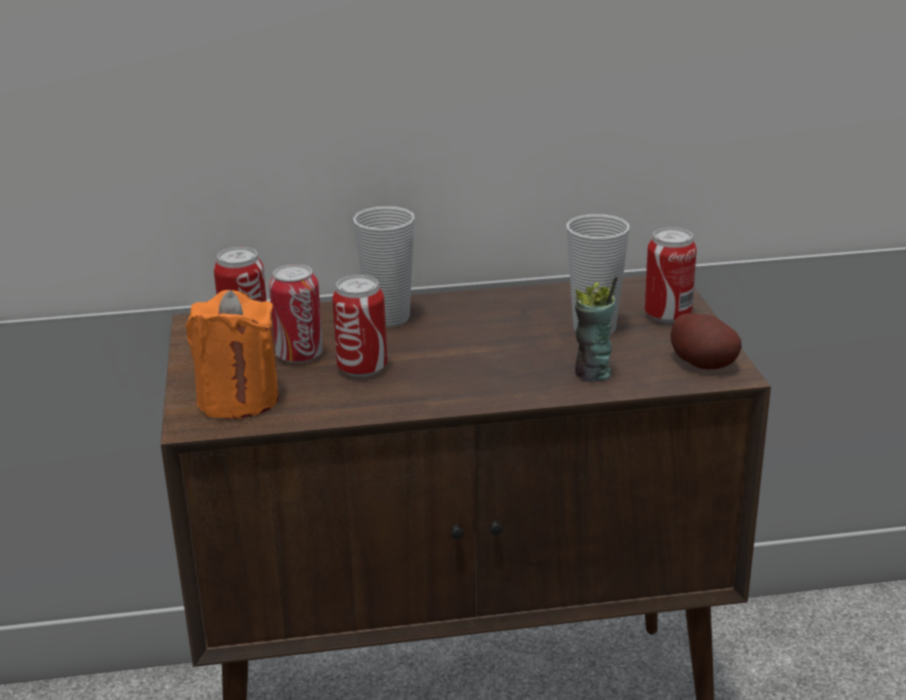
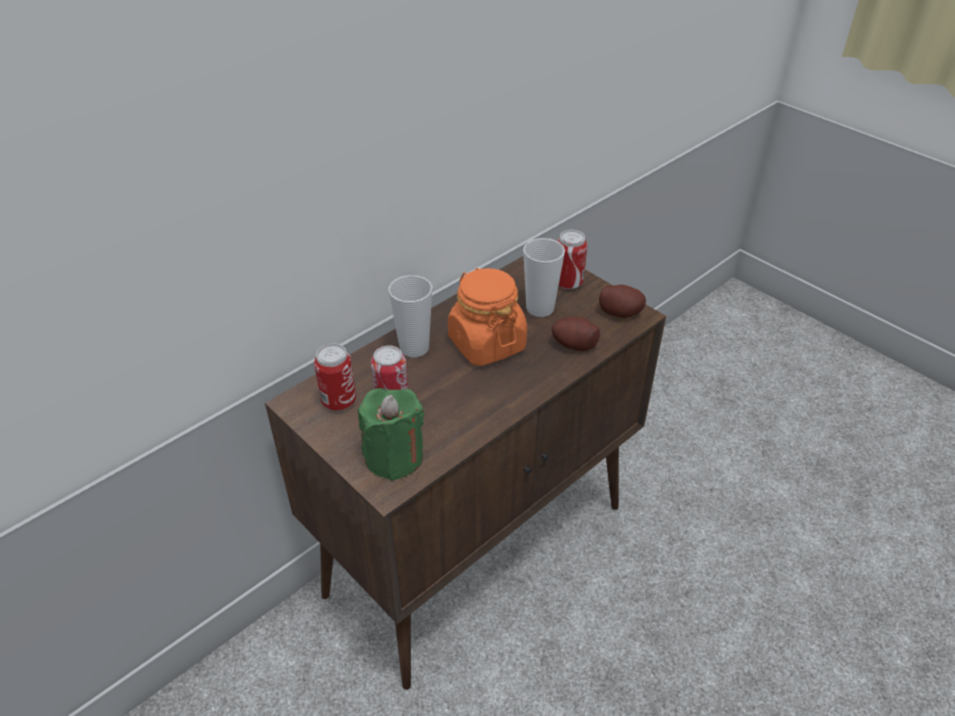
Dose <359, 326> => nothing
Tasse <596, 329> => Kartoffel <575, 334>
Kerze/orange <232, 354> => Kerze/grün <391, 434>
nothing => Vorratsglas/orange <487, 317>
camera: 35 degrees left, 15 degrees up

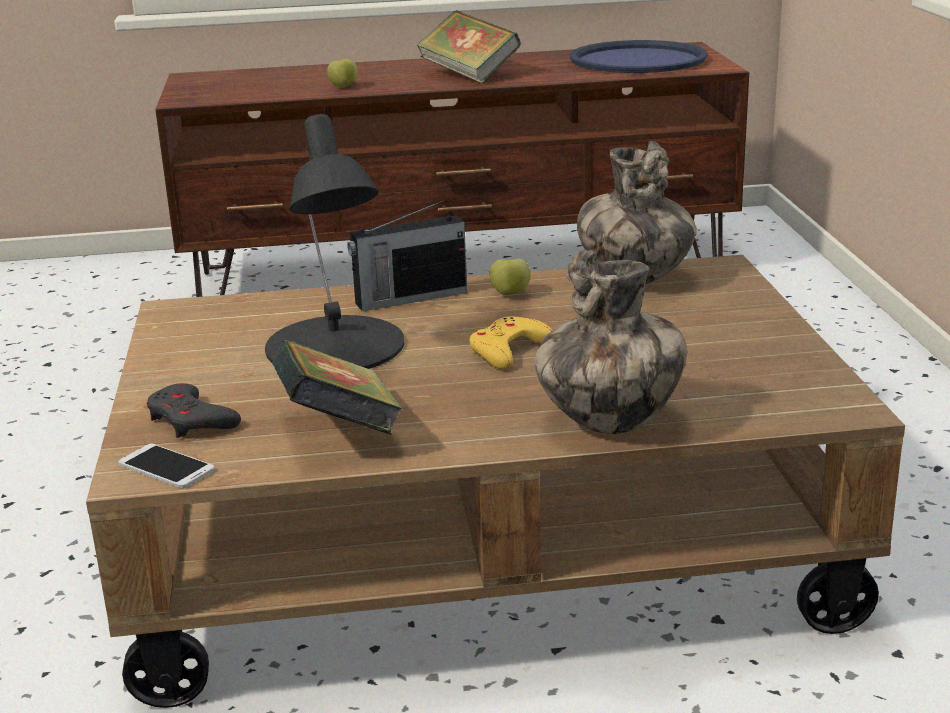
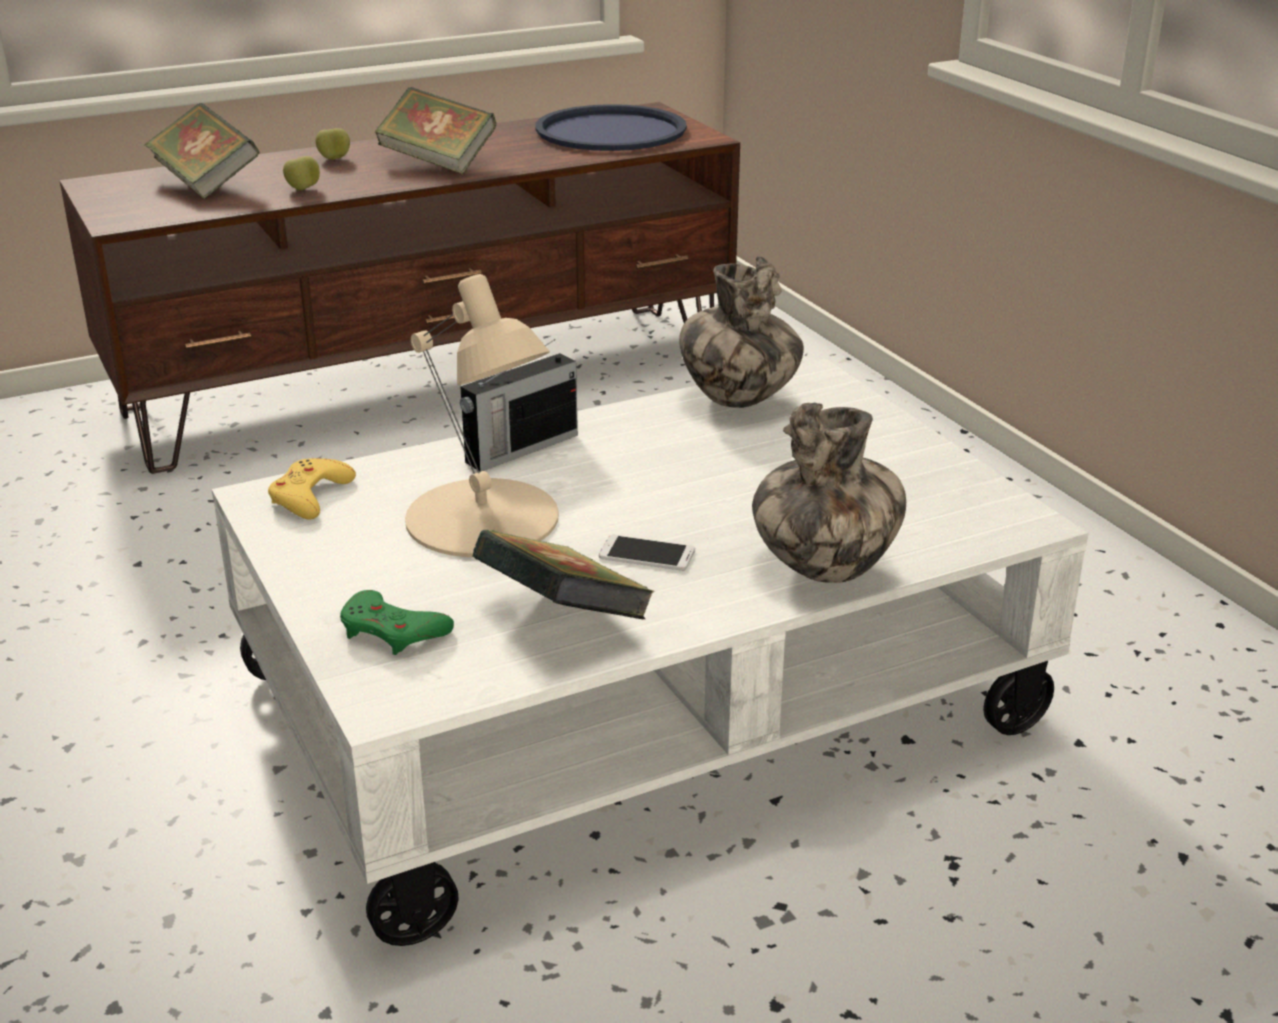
Tischlampe/schwarz <334, 241> => Tischlampe/beige <482, 415>
Couchtisch/braun <495, 481> => Couchtisch/weiß <650, 652>
Apfel <510, 277> => Apfel <333, 144>, move
Gamepad/gelb <511, 343> => Gamepad/gelb <312, 489>, move
Gamepad/grau <194, 410> => Gamepad/grün <397, 622>
Handy <166, 466> => Handy <647, 553>, move
nothing => Buch <202, 151>
camera: 20 degrees left, 5 degrees up

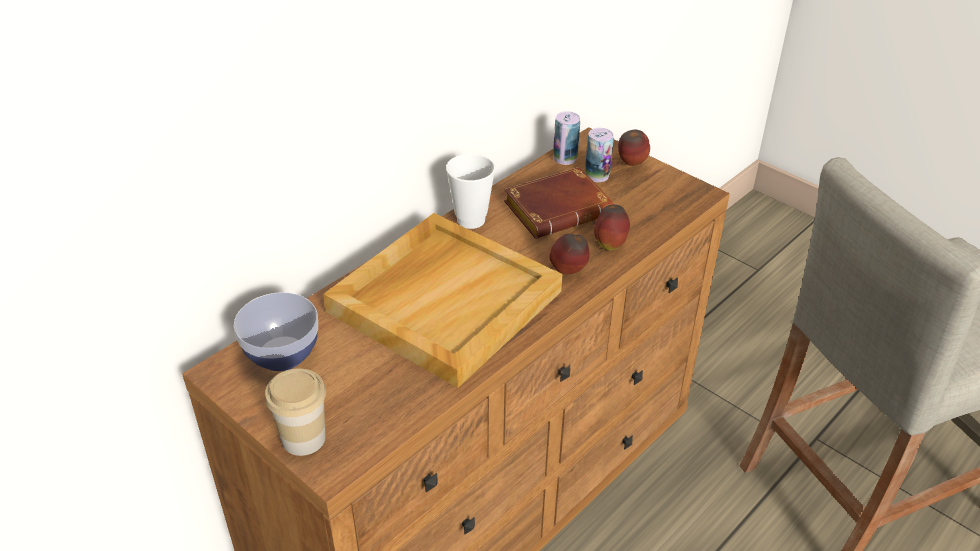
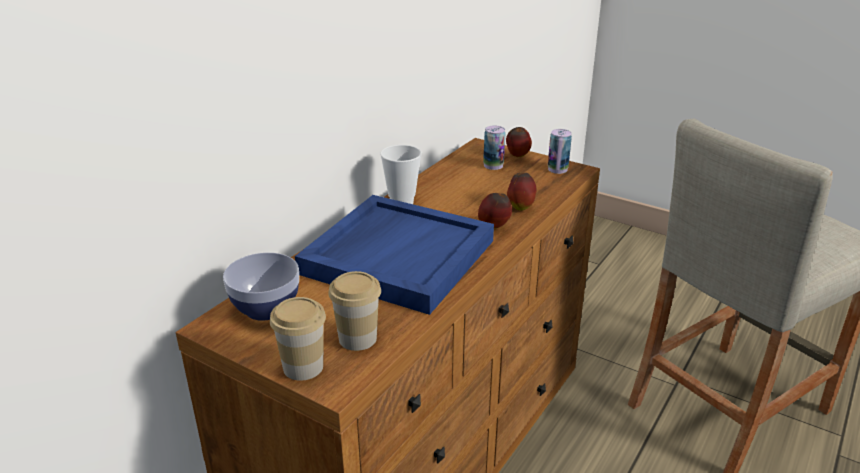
Dose <566, 138> => Dose <560, 151>, move
Buch/braun <559, 203> => nothing
Tablett/beige <443, 300> => Tablett/blau <394, 255>
nothing => Tasse <355, 311>
camera: 10 degrees left, 10 degrees down

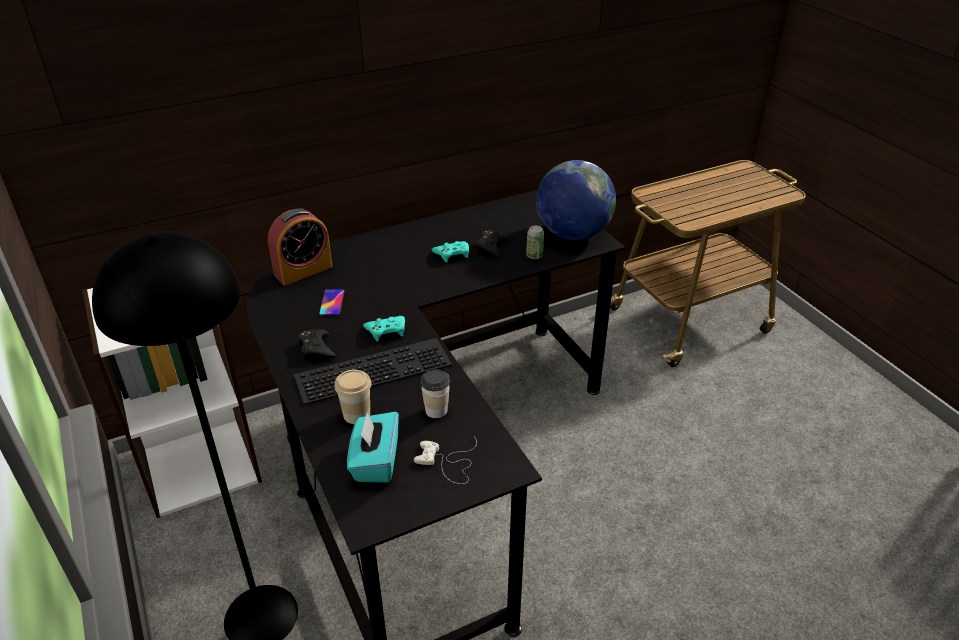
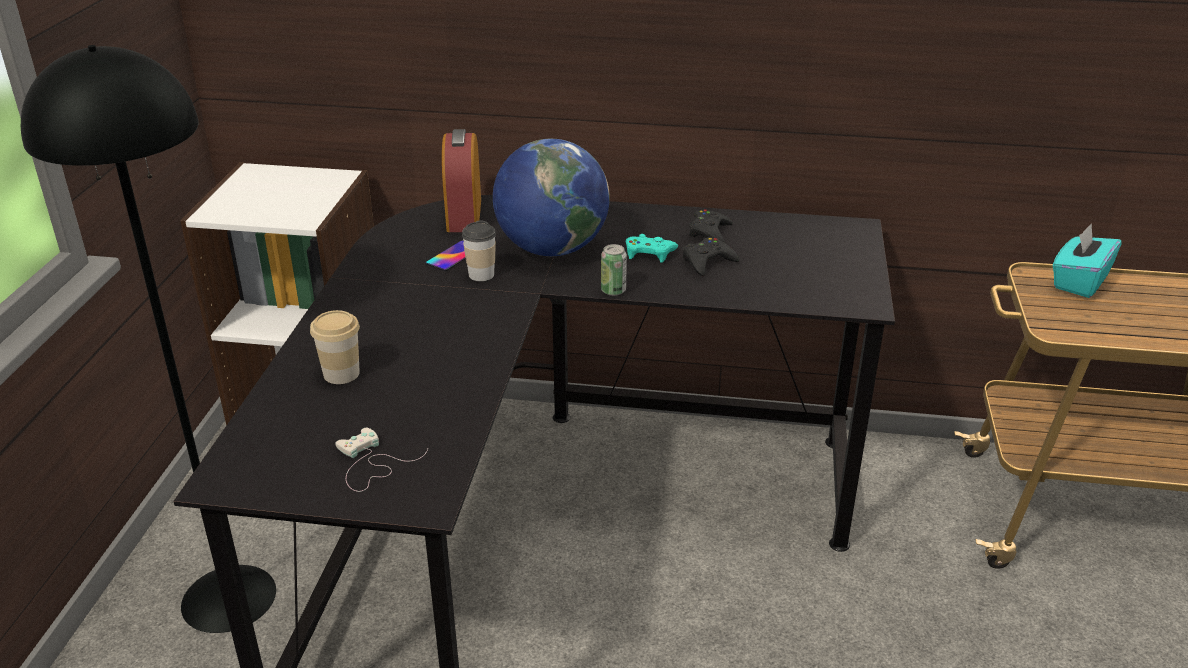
Globus <576, 200> => Globus <551, 197>, move
Wecker <300, 247> => Wecker <461, 180>, 90 degrees clockwise
Dose <535, 242> => Dose <614, 270>, move
Gamepad/türkis <384, 328> => nothing
Gamepad/schwarz <316, 344> => Gamepad/schwarz <711, 226>, move
Tastatur <372, 371> => nothing
Tasse <435, 393> => Tasse <479, 250>, move
Taschentuchbox/türkis <373, 447> => Taschentuchbox/türkis <1087, 260>, move
camera: 35 degrees right, 5 degrees down

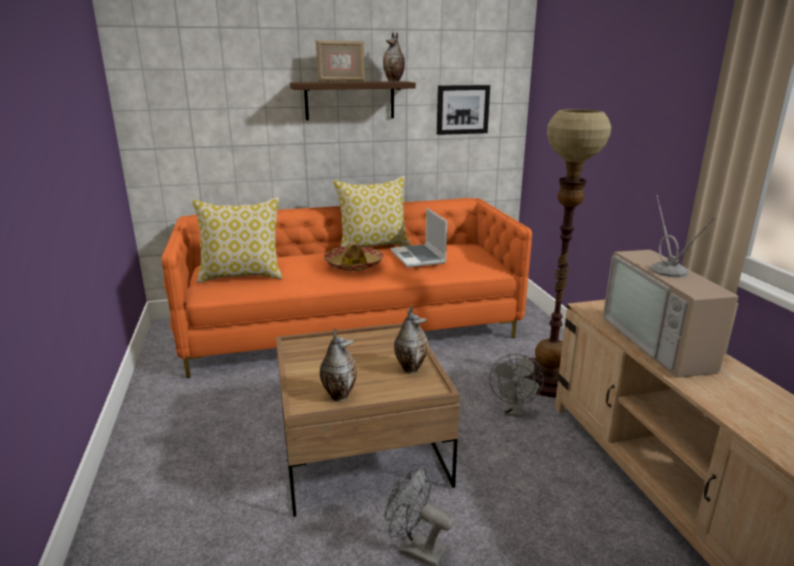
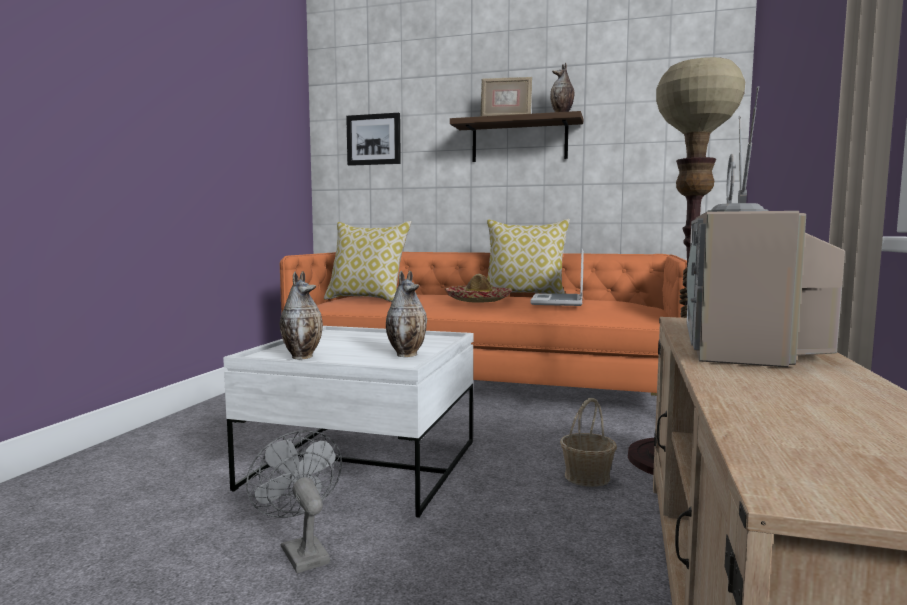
Bild <463, 110> => Bild <373, 139>, move
Couchtisch/braun <368, 420> => Couchtisch/weiß <348, 422>
Ventilator/grau <516, 385> => Korb <588, 442>
camera: 30 degrees right, 15 degrees down

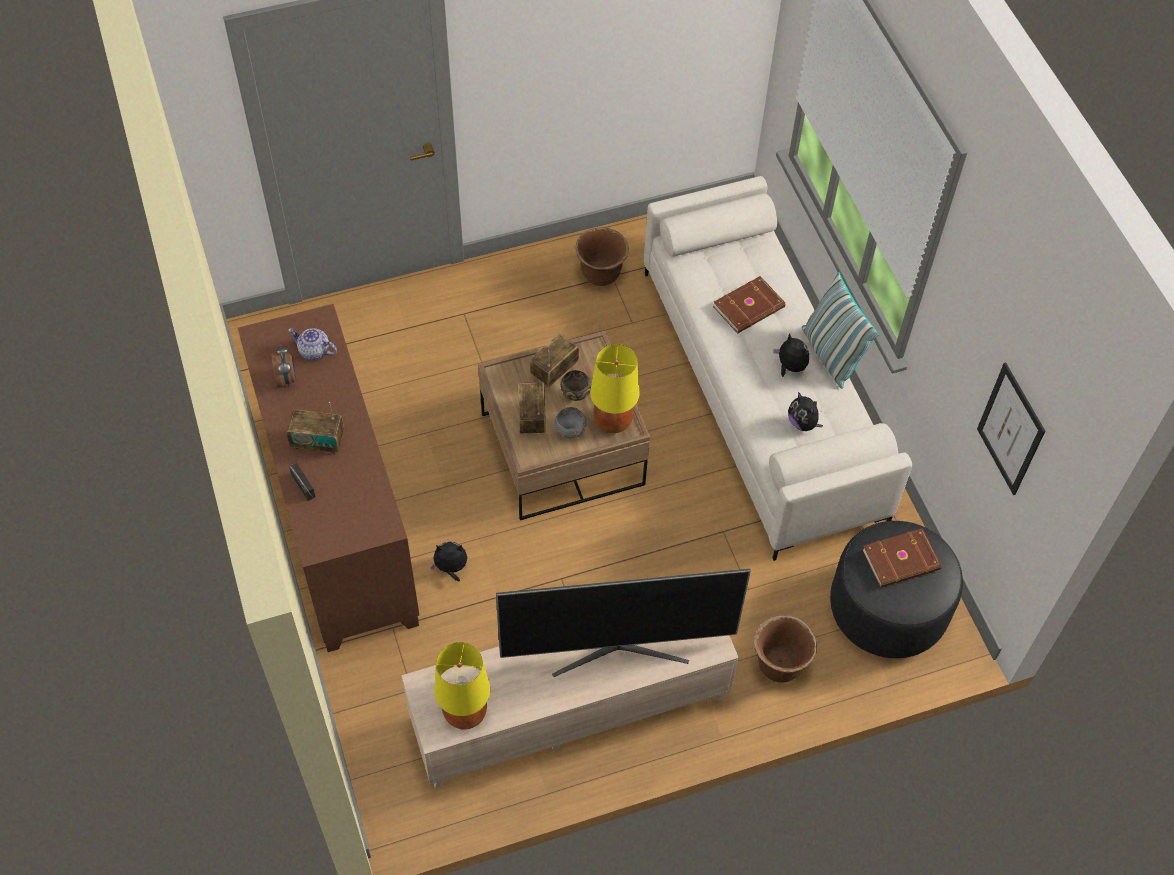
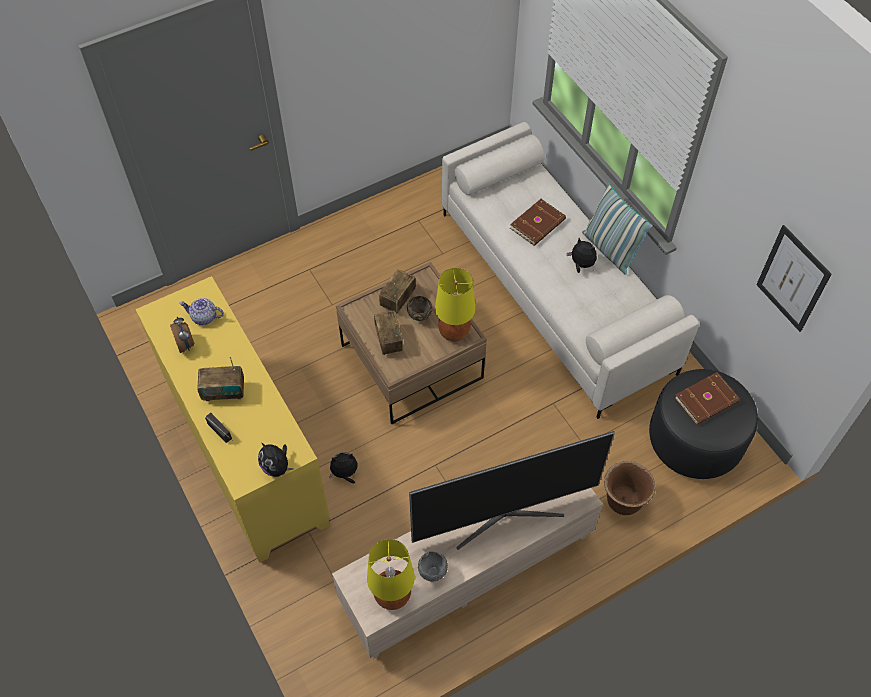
Pflanzkübel/braun <602, 256> => nothing
Schrank/braun <328, 478> => Schrank/gelb <232, 419>
Plüschtier <805, 411> => Plüschtier <275, 460>, move
Schüssel/grau <570, 422> => Schüssel/grau <433, 566>, move
camera: 10 degrees left, 0 degrees up

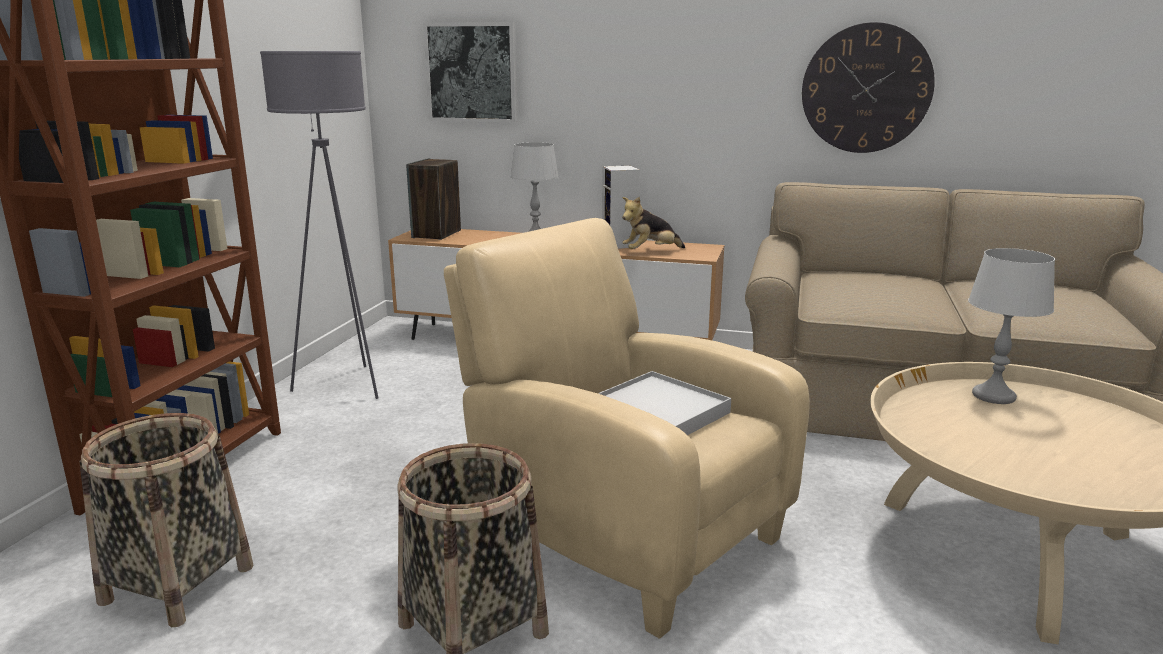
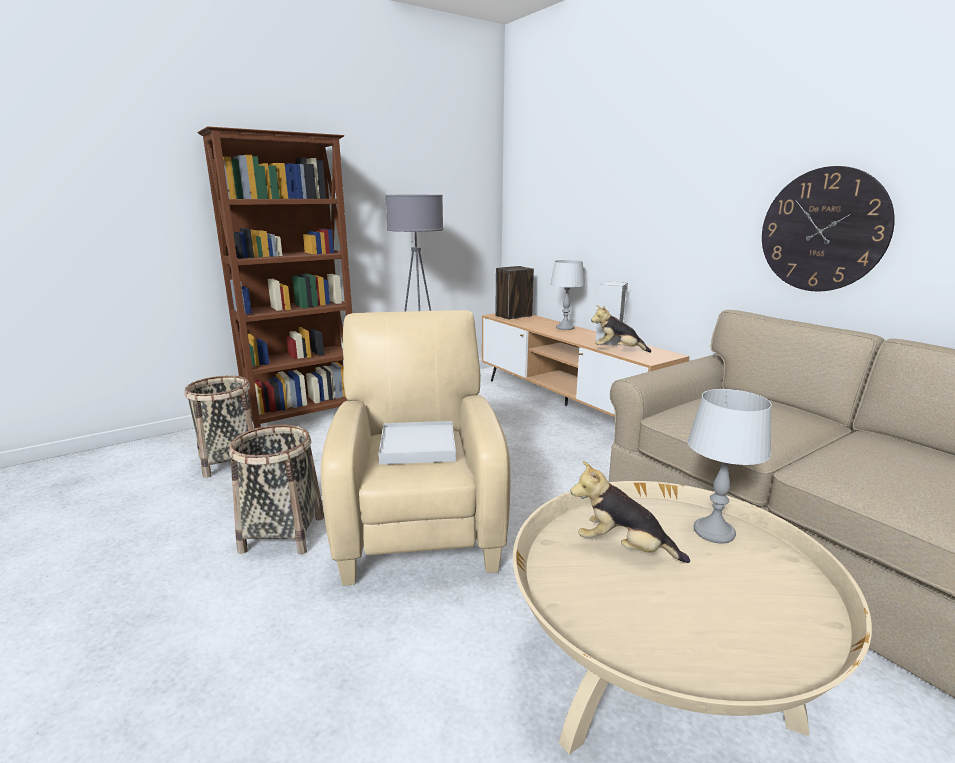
Bild <470, 72> => nothing
nothing => Plüschtier <630, 512>
camera: 40 degrees right, 0 degrees up

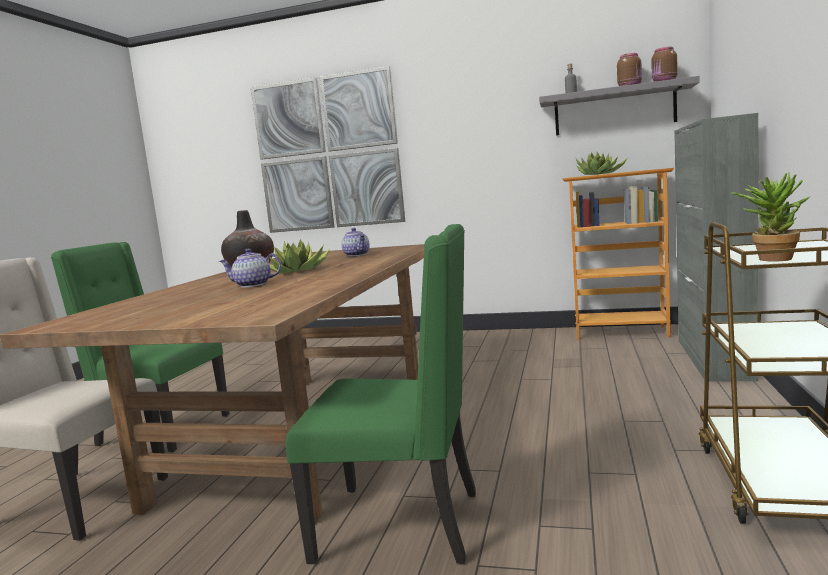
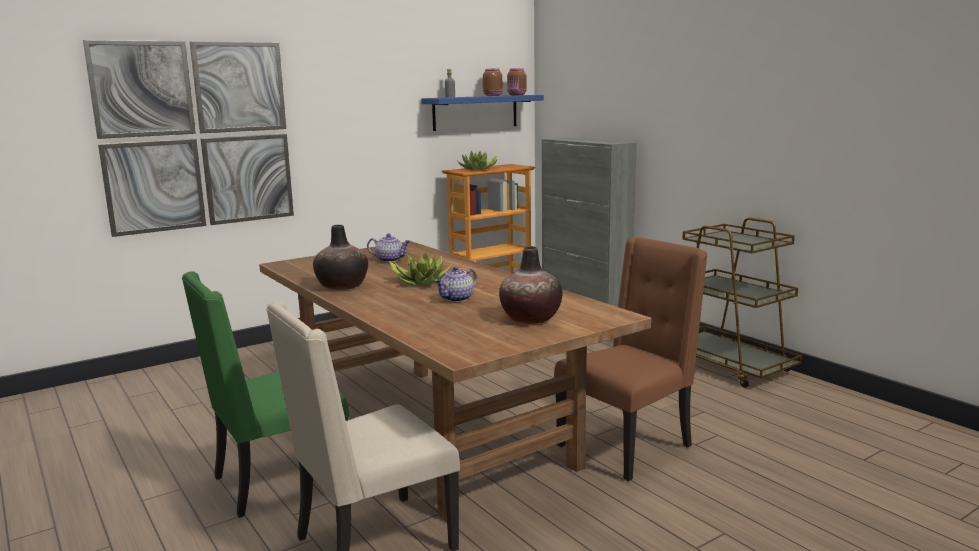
Wandregal/grau <619, 106> => Wandregal/blau <482, 113>
Topfpflanze <770, 217> => nothing
Stuhl/grün <381, 394> => Stuhl/braun <631, 359>
nothing => Vase <531, 285>
camera: 50 degrees left, 5 degrees up

